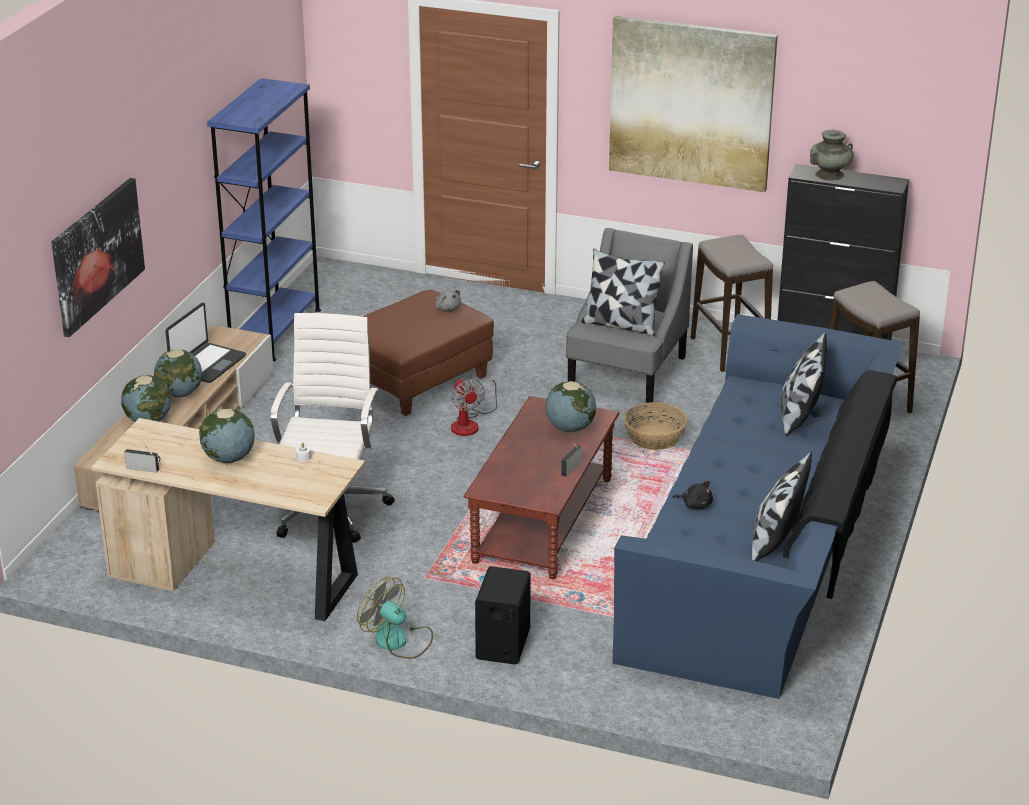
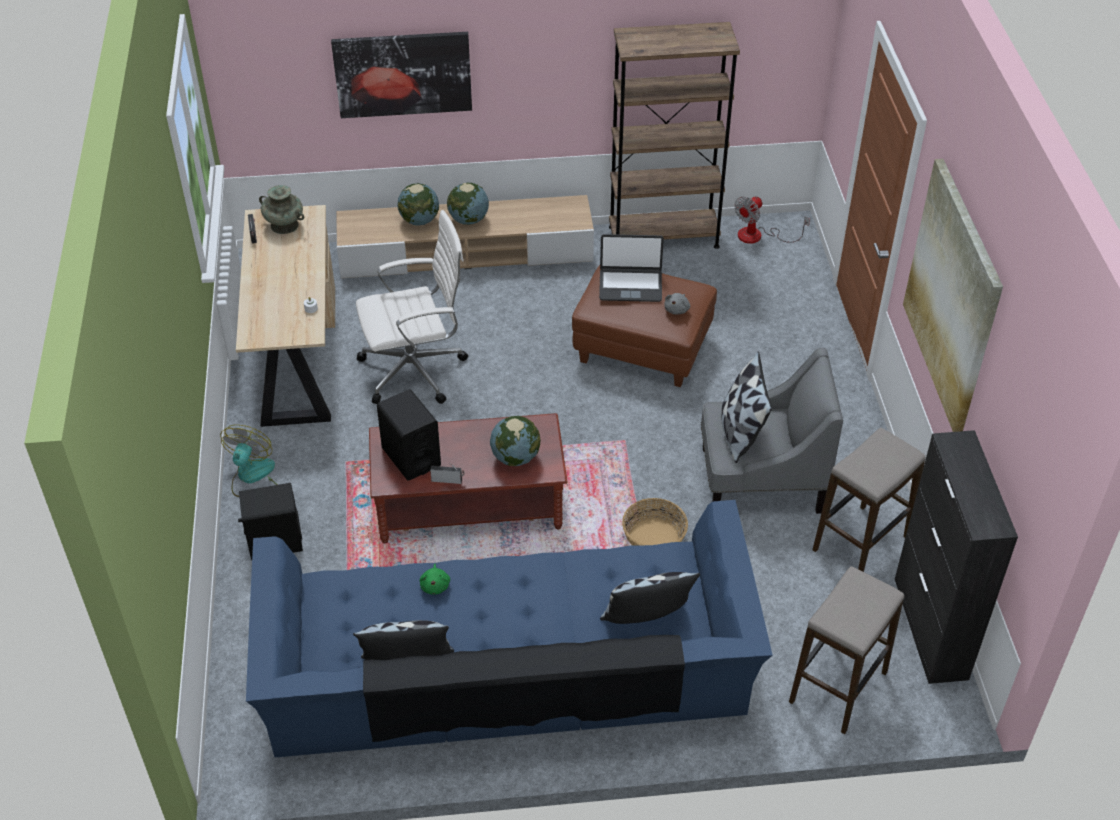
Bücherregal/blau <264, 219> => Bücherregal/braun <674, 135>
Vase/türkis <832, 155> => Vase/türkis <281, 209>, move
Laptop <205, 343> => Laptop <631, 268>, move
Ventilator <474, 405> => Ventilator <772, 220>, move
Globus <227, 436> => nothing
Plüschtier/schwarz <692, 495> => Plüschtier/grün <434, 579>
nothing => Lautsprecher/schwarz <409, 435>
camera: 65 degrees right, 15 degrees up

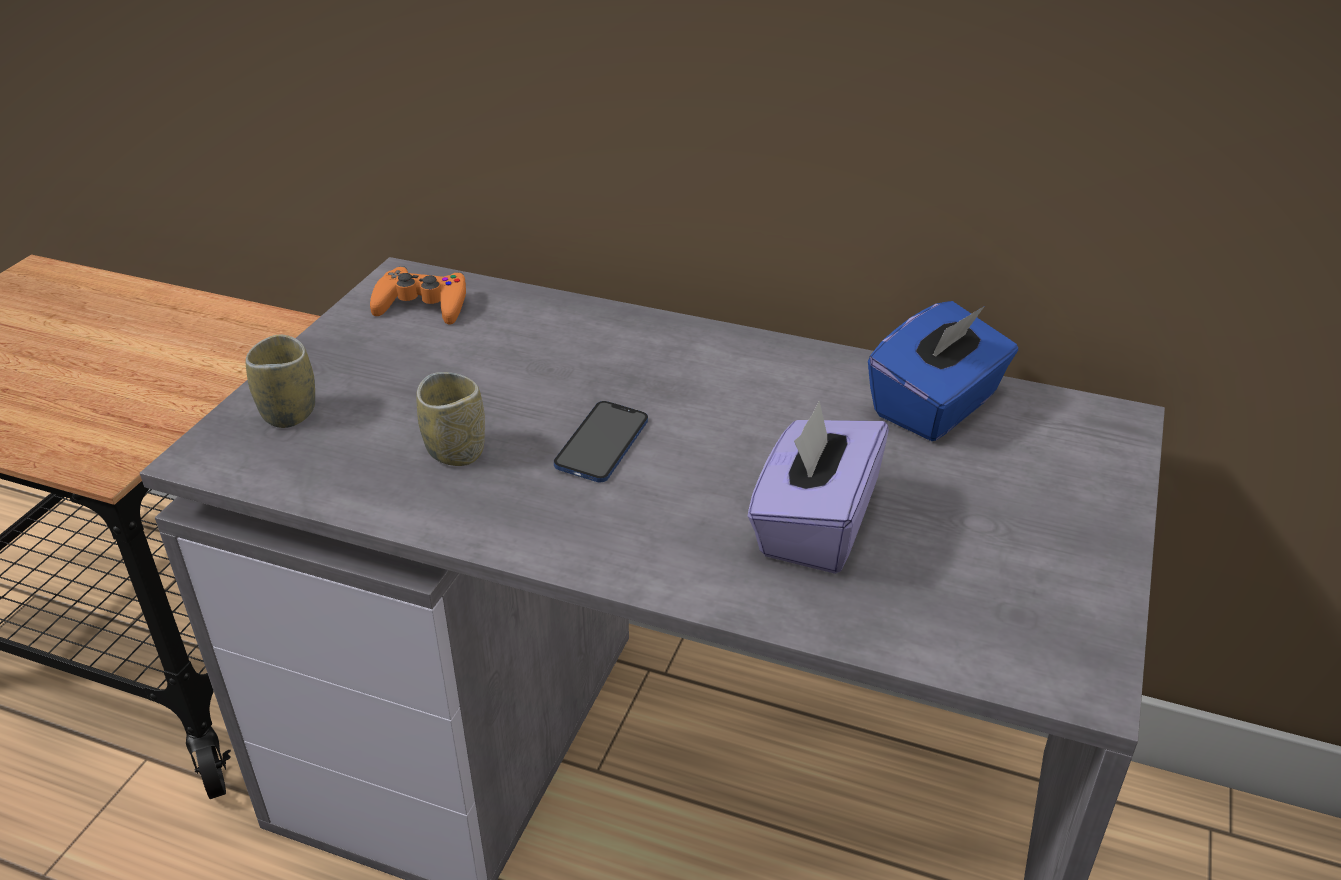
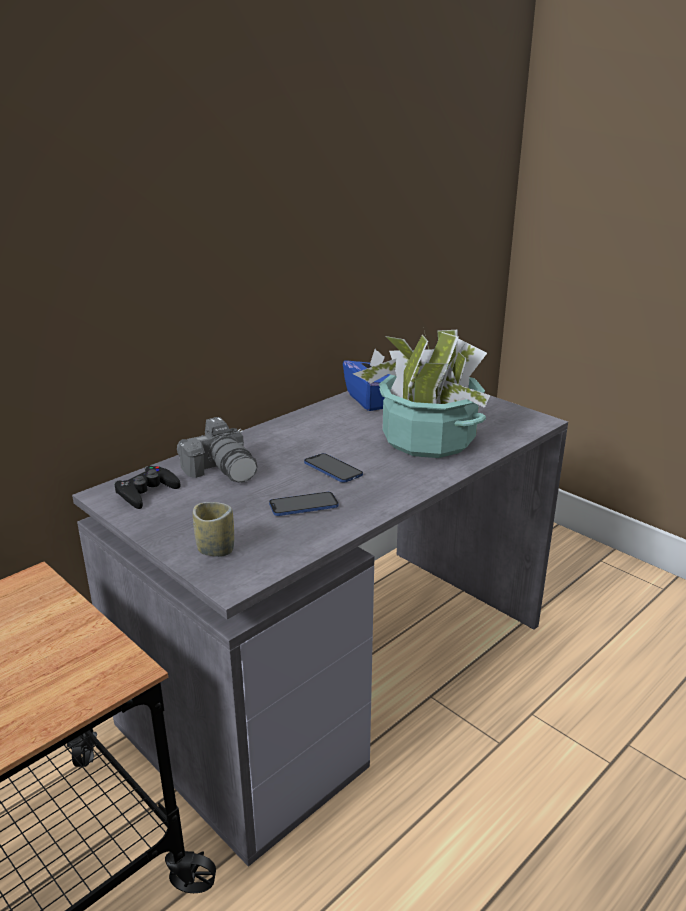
Gamepad/orange <418, 295> => Gamepad/schwarz <147, 487>
Tasse <450, 419> => Handy <304, 504>
Taschentuchbox/lila <818, 487> => Topfpflanze <422, 394>
nothing => Kamera <217, 450>
camera: 65 degrees left, 10 degrees down

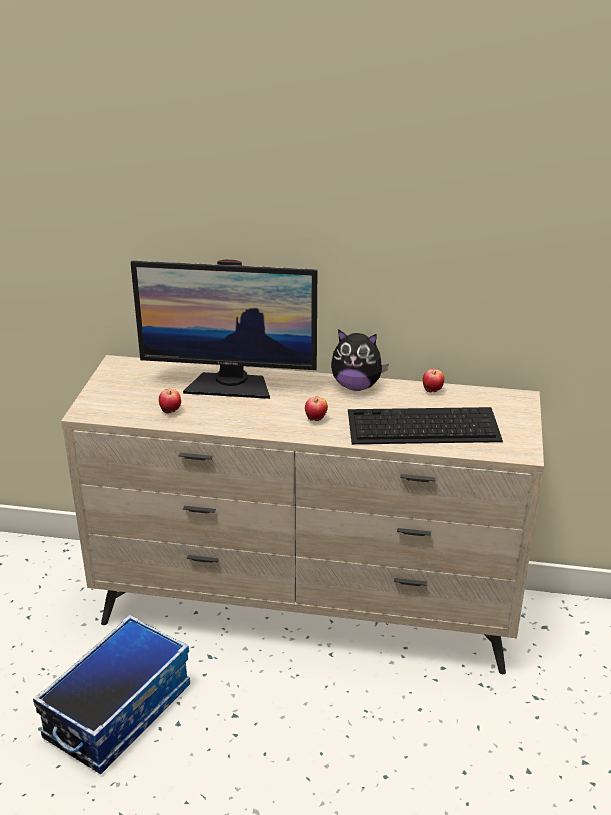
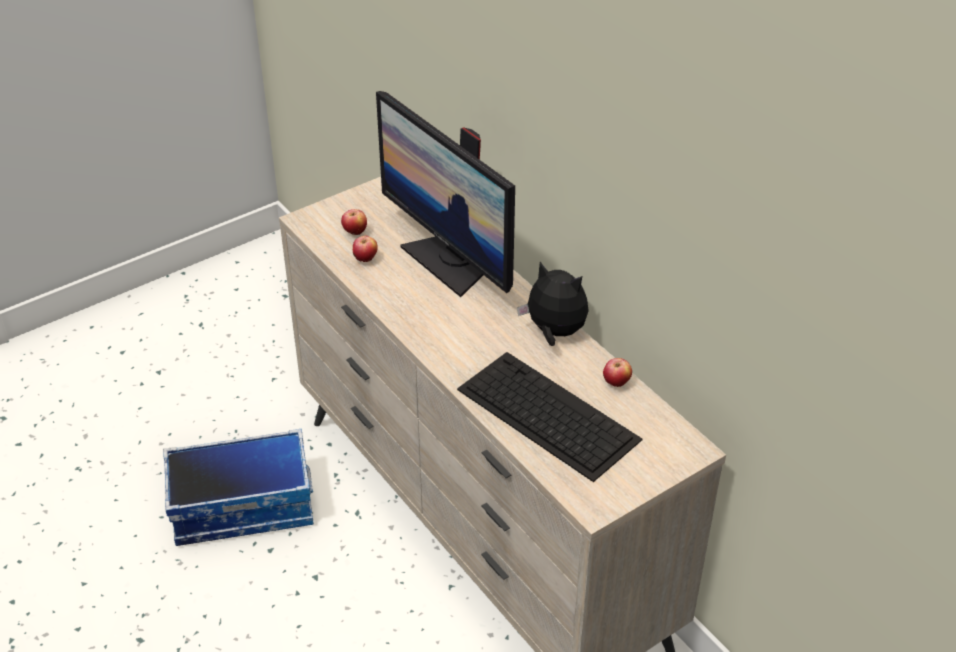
Plüschtier <360, 360> => Plüschtier <553, 304>, 150 degrees clockwise
Apfel <316, 408> => Apfel <354, 222>, move
camera: 45 degrees right, 10 degrees up

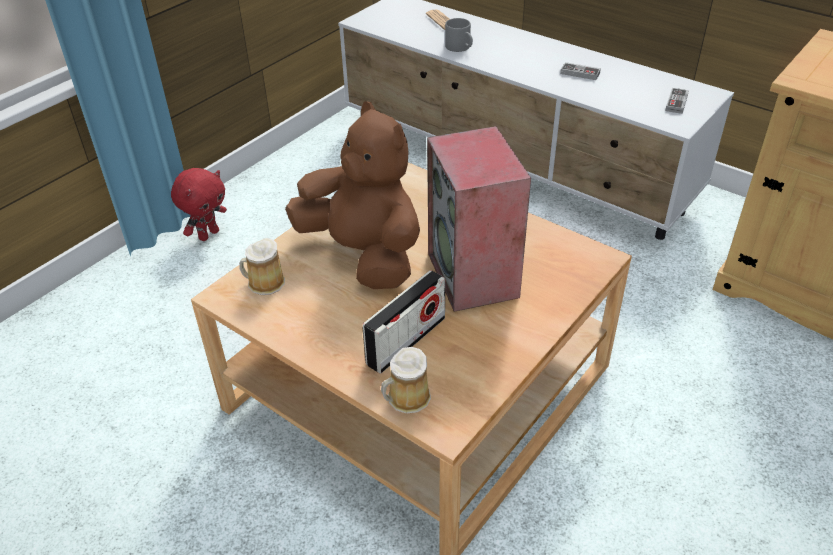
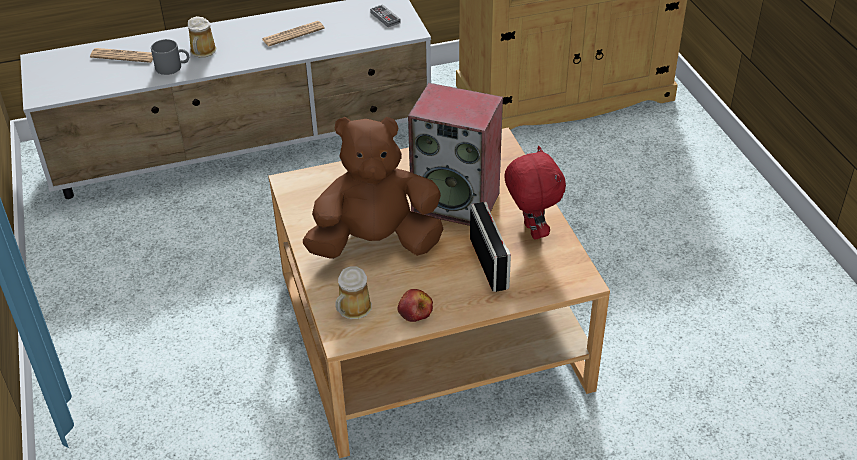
Gamepad <580, 71> => Zeitung <293, 33>
Plüschtier/rot <199, 204> => Plüschtier/rot <535, 193>, move
Henkelbecher <406, 380> => Henkelbecher <202, 37>, move
nothing => Apfel <415, 305>
camera: 55 degrees left, 0 degrees up

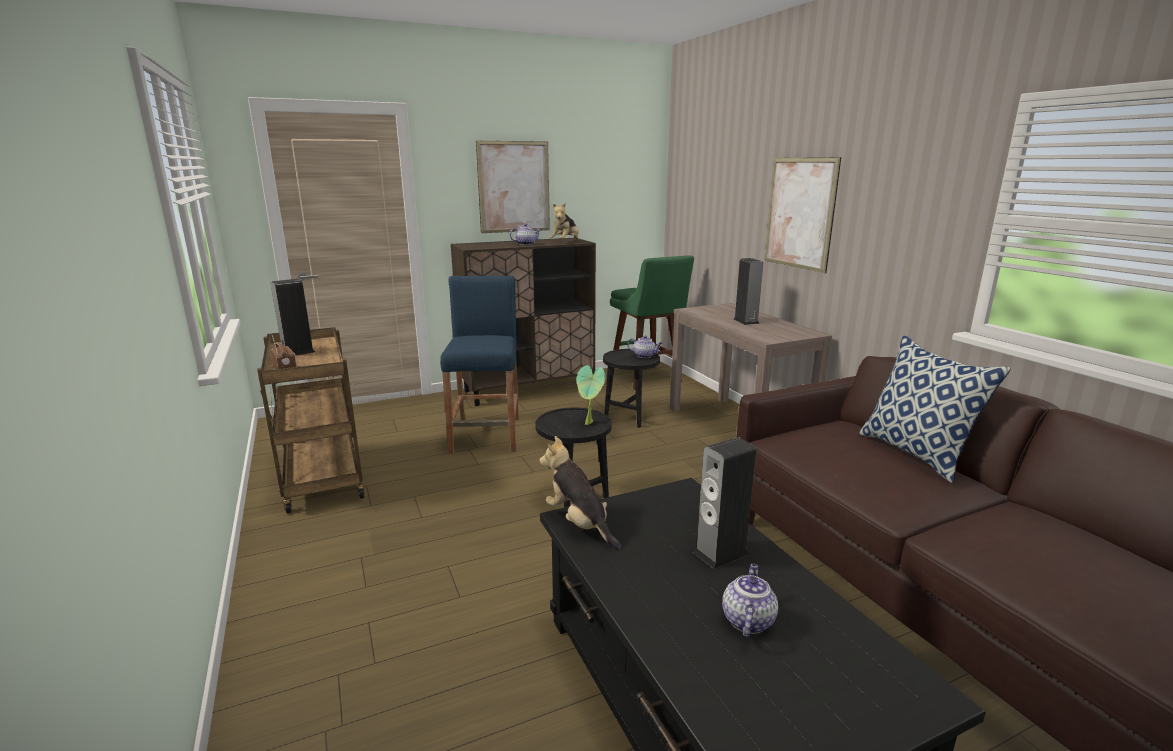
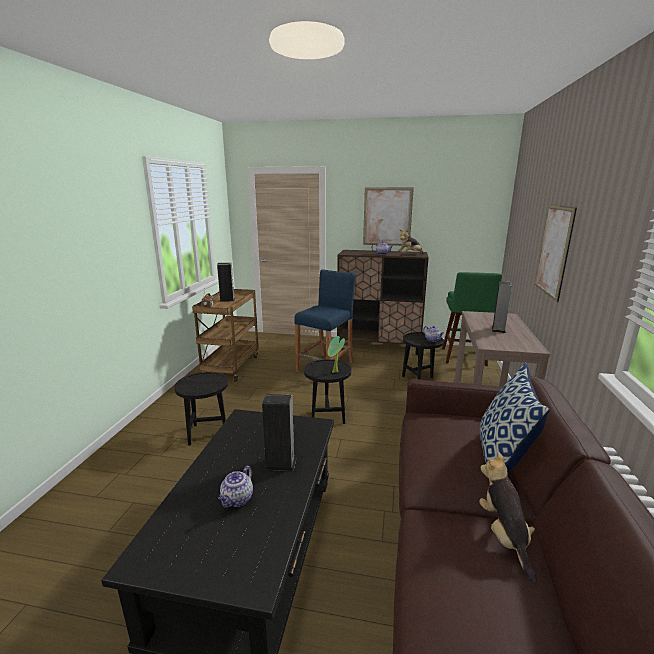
Plüschtier <580, 493> => Plüschtier <508, 517>, move
Teekanne <750, 600> => Teekanne <235, 487>, 150 degrees clockwise
nothing => Beistelltisch/schwarz <201, 409>
camera: 35 degrees right, 0 degrees up

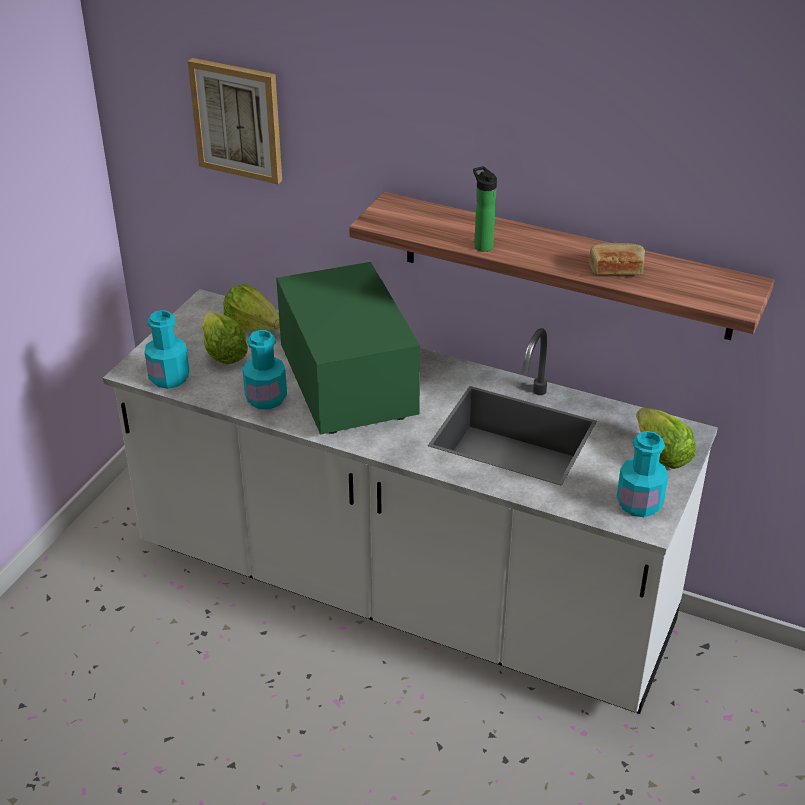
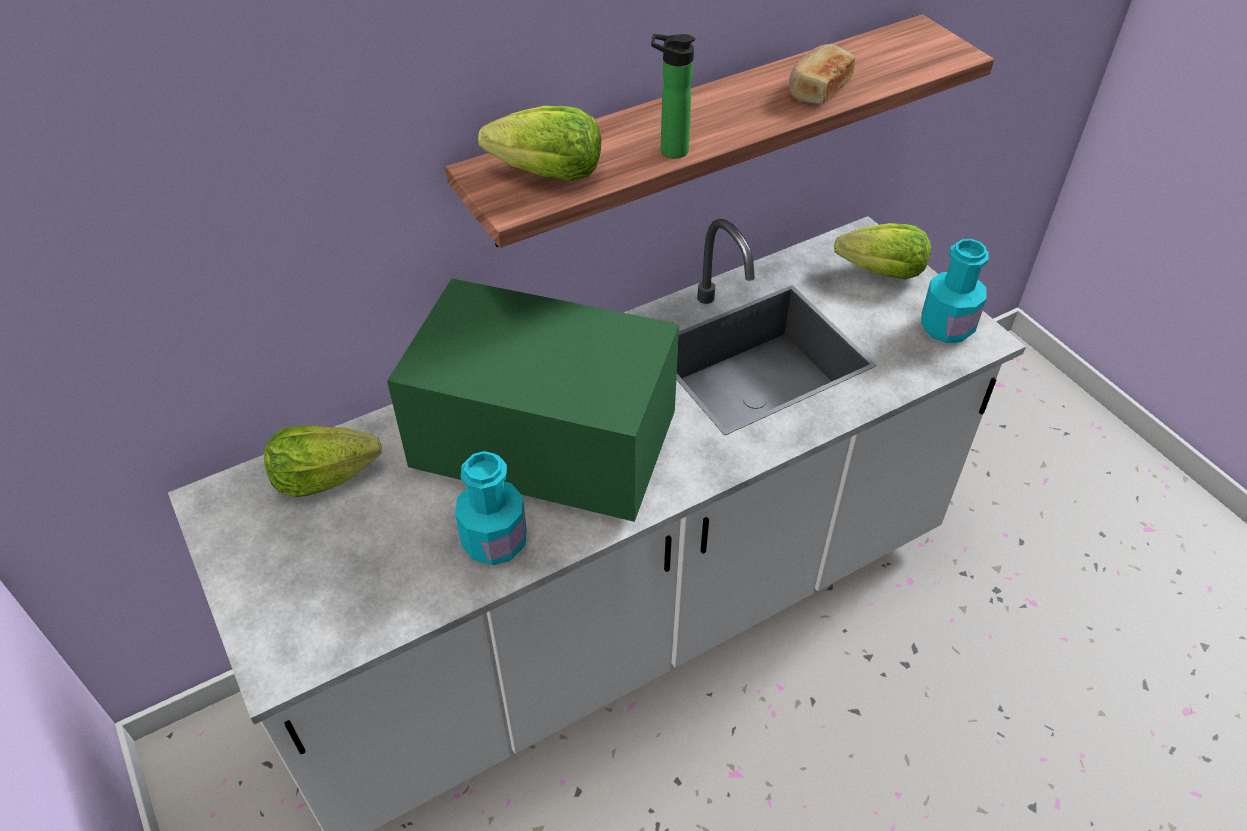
Bild <235, 121> => nothing
Flasche/türkis <167, 349> => nothing
Salatkopf <225, 338> => Salatkopf <539, 143>, move
camera: 55 degrees left, 10 degrees up

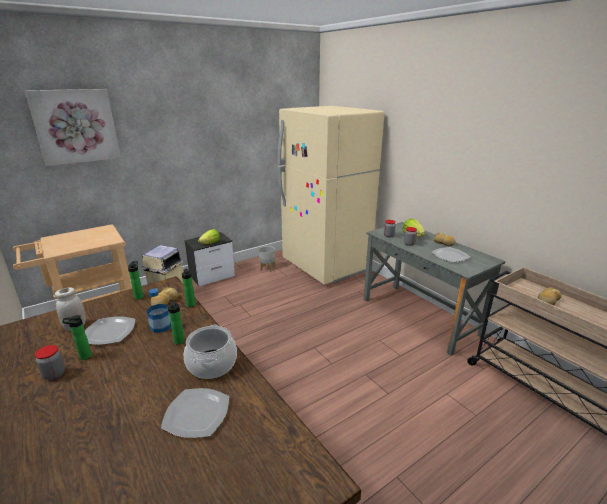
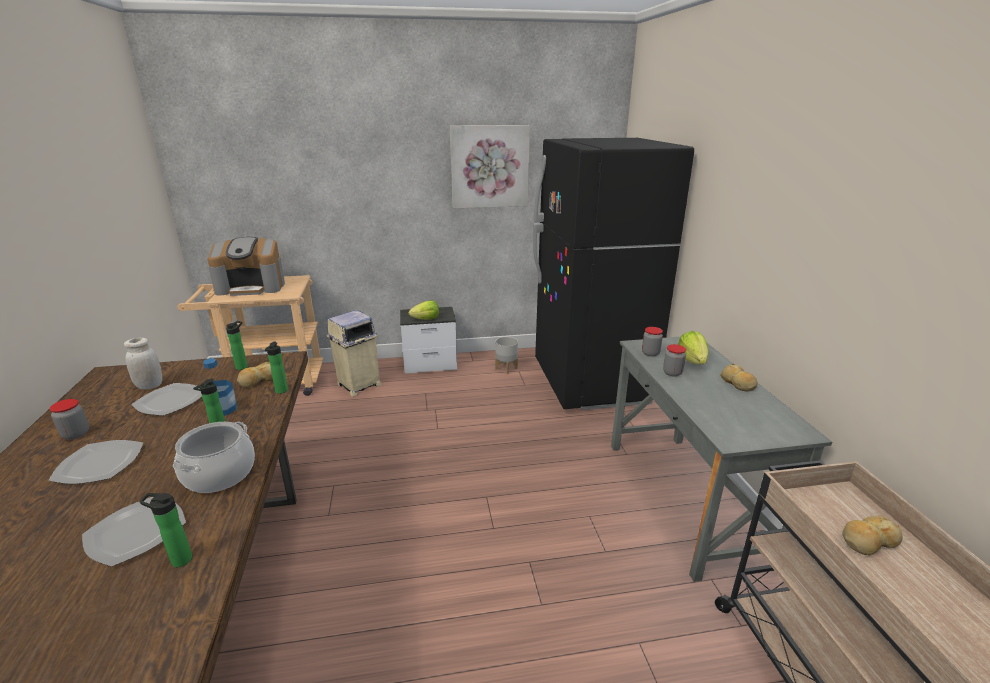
Bild <73, 127> => Bild <490, 166>, move
Kühlschrank/beige <331, 195> => Kühlschrank/schwarz <613, 274>
Teller <451, 254> => Teller <96, 462>, move
Flasche <77, 337> => Flasche <166, 530>, move
nothing => Kaffeemaschine <246, 266>
camera: 25 degrees right, 0 degrees up

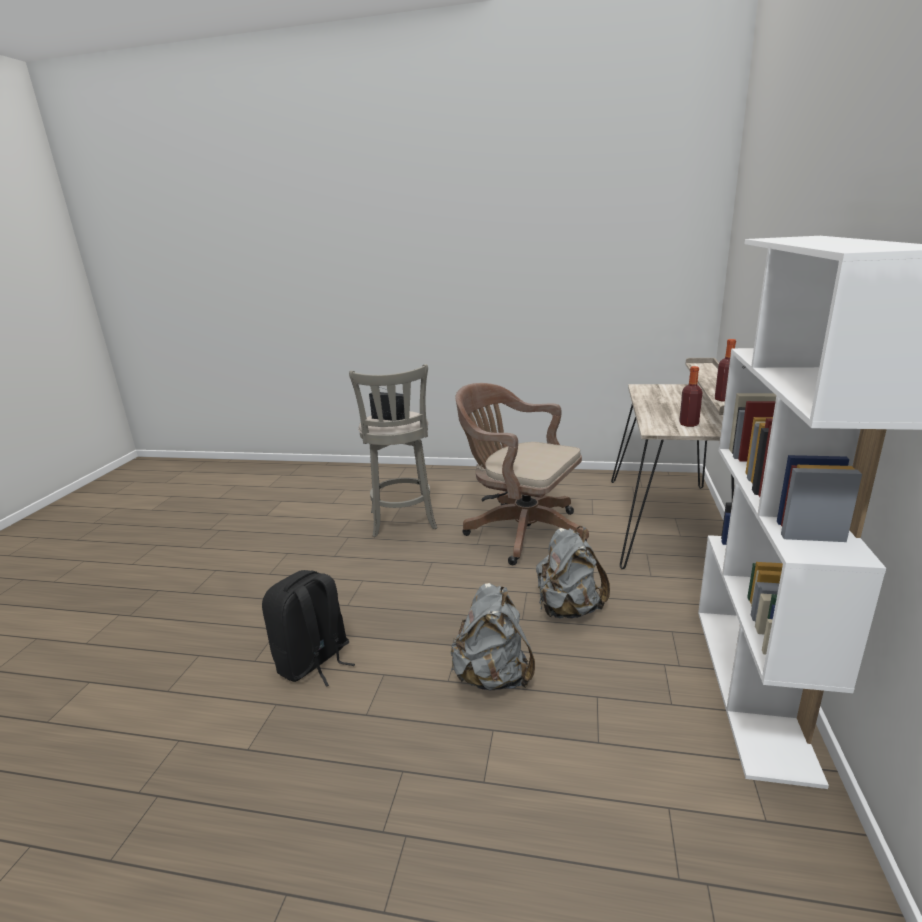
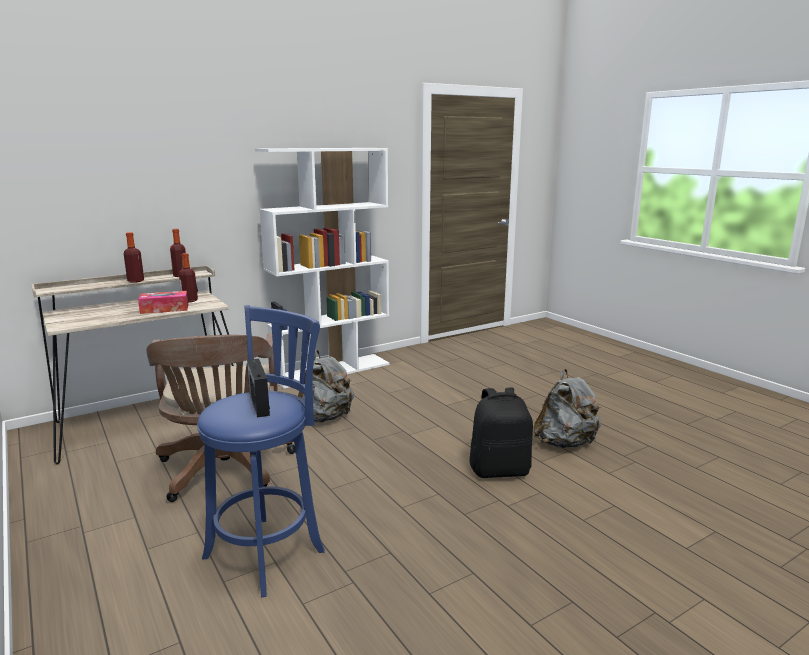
Hocker/grau <393, 450> => Hocker/blau <261, 451>
Rucksack/grau <493, 636> => Rucksack/grau <567, 408>, move
nothing => Flasche <134, 257>
nothing => Taschentuchbox <163, 302>
camera: 135 degrees left, 5 degrees down

